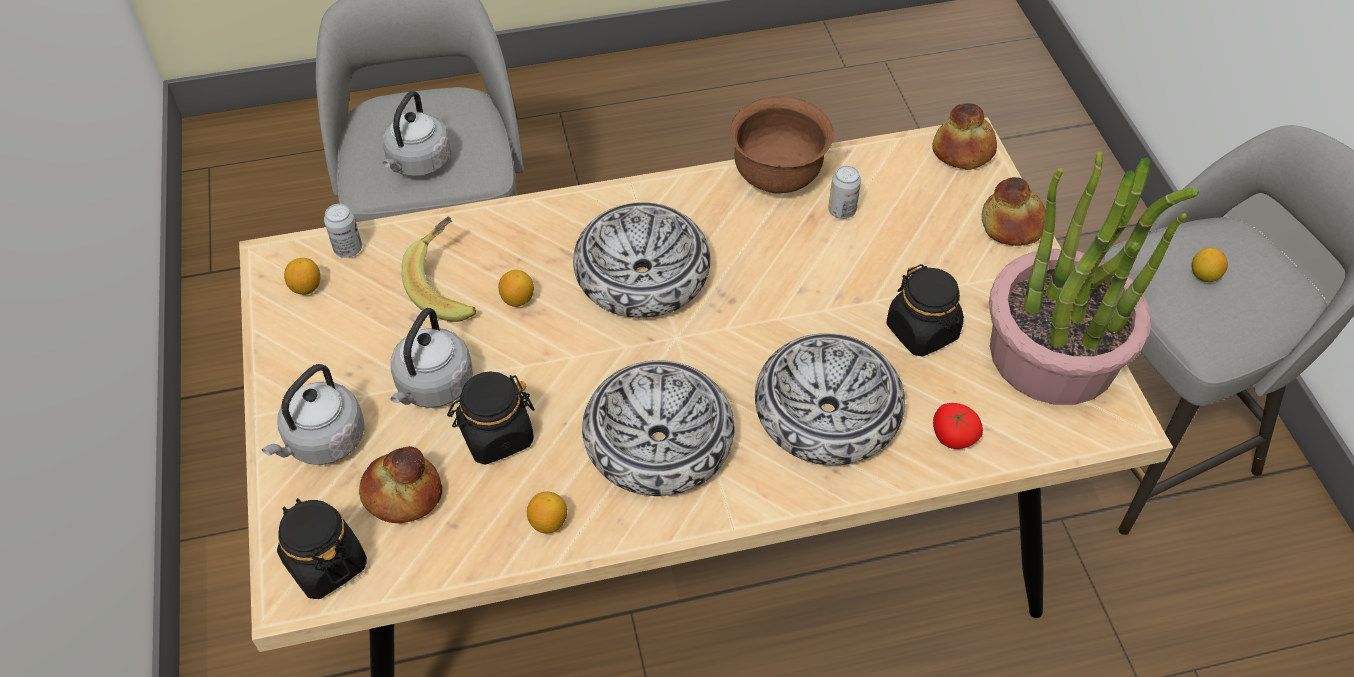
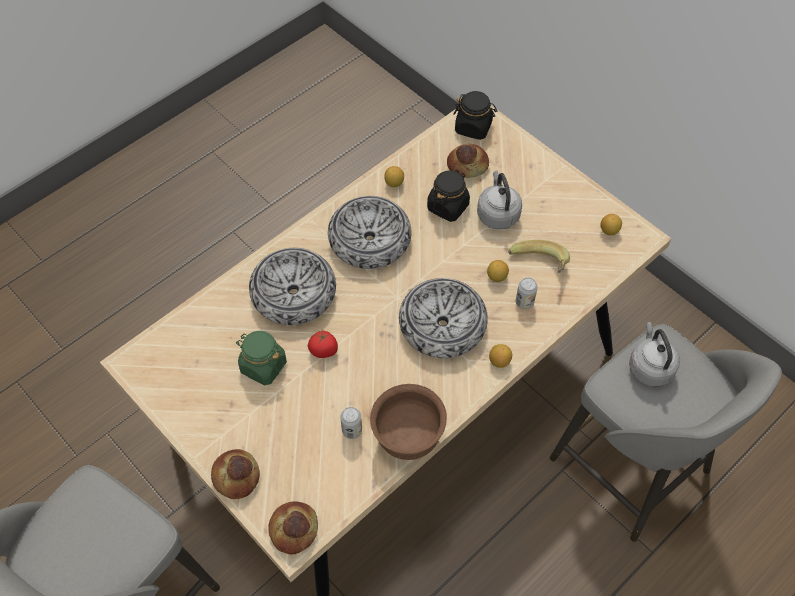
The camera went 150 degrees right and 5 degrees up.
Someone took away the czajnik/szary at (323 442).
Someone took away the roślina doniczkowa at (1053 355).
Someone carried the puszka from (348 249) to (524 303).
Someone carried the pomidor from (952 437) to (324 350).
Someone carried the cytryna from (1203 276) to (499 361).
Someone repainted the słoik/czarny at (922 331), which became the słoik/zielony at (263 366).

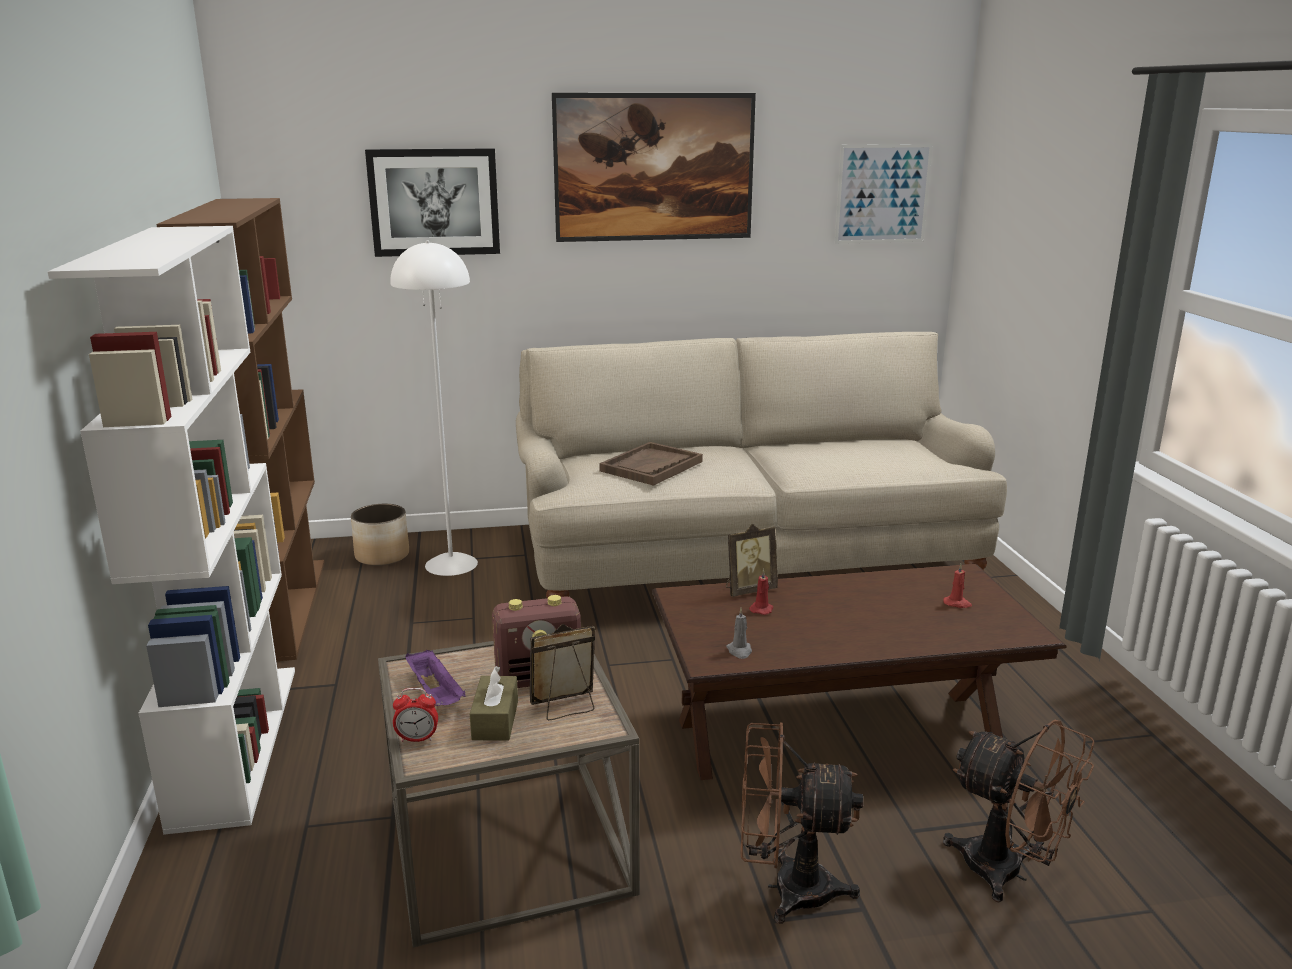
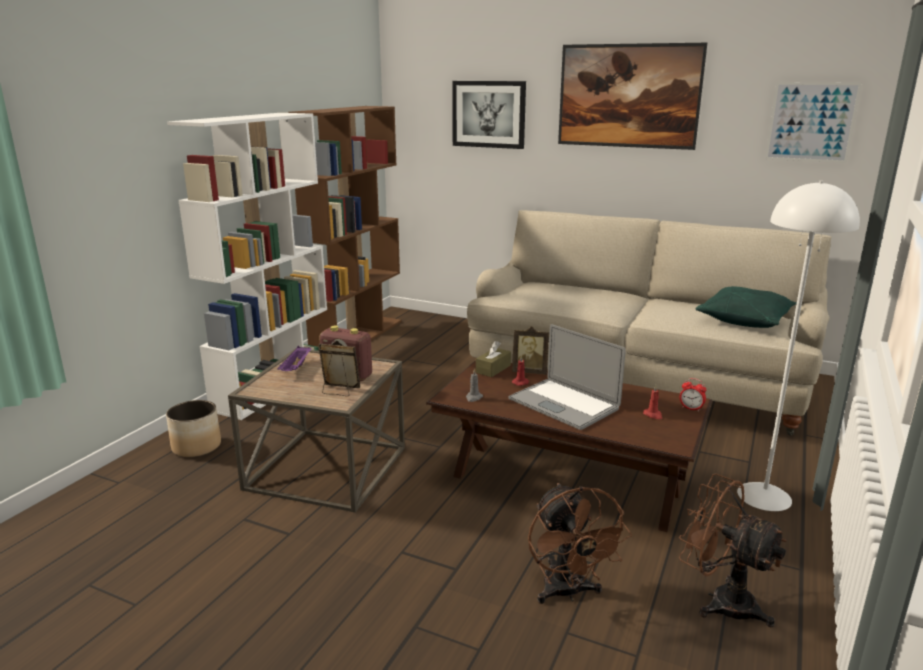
The camera went 35 degrees right and 0 degrees up.
Someone took away the taca/brązowy at (651 466).
Someone put down the laptop at (563 404).
Someone put down the poduszka/zielony at (744 320).
Someone carried the donica from (382 555) to (197 446).
Someone carried the lampa stojąca/biały from (452 564) to (764 496).
Someone carried the budzik from (417 739) to (691 408).
Someone carried the pudełko chusteczek/brązowy from (495 720) to (493 369).
Someone carried the wentylator/brązowy from (786 889) to (721 600).

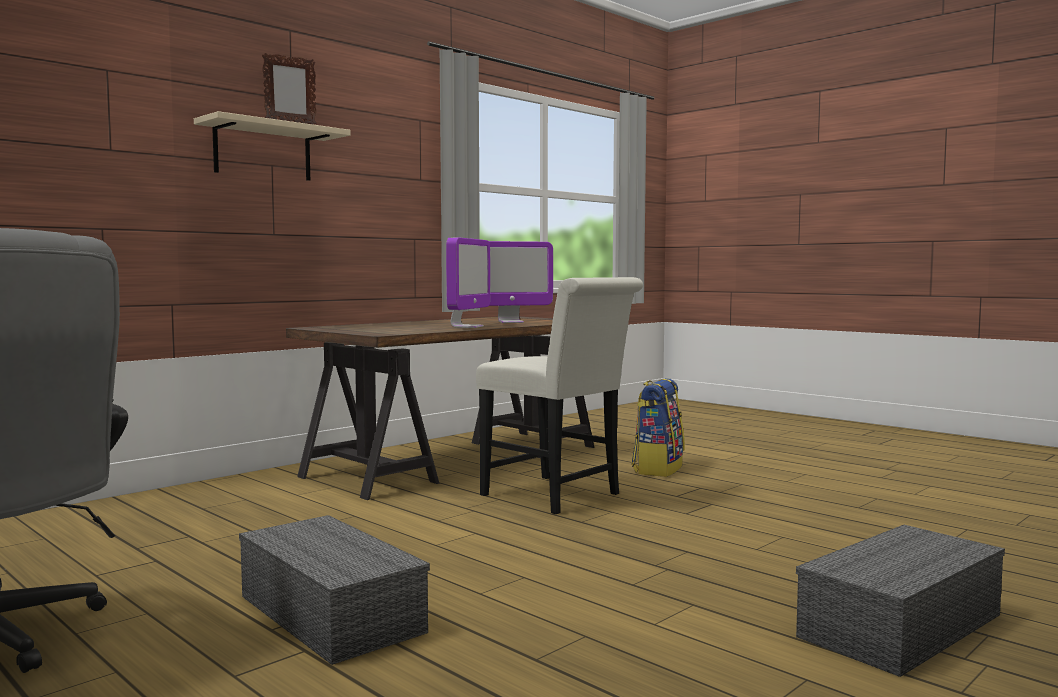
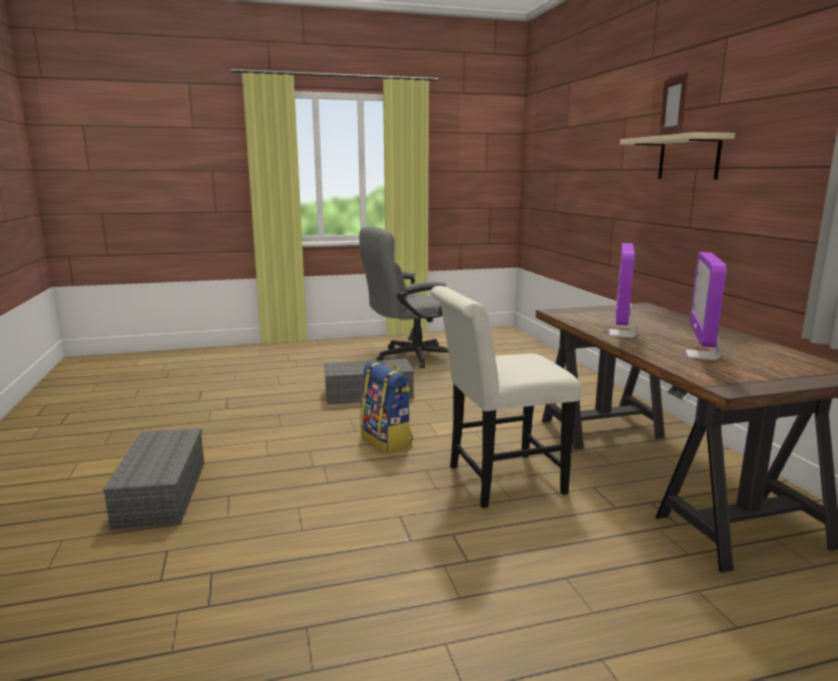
The camera went 120 degrees right and 10 degrees up.
Someone carried the plecak from (657 469) to (387 441).
Someone rotated the monitor at (467 327) by 60 degrees clockwise.

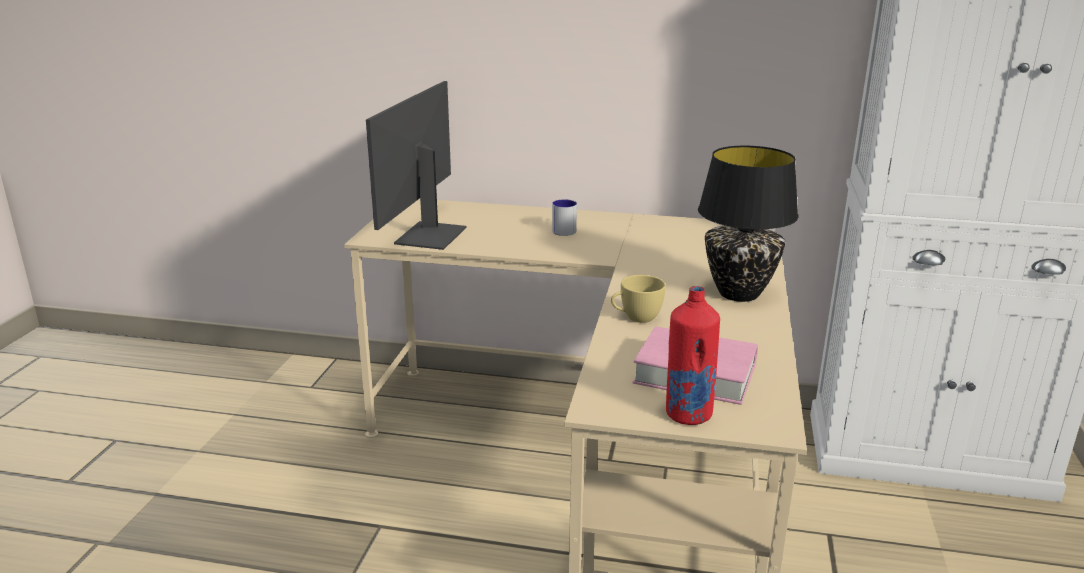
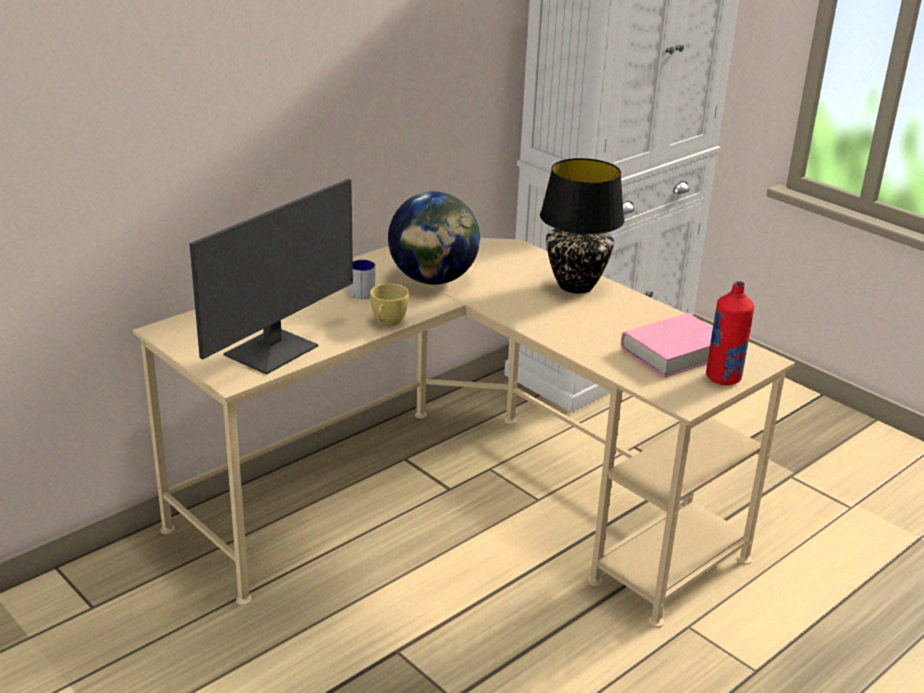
The camera went 55 degrees left and 5 degrees up.
Someone put down the globus at (433 280).
Someone carried the filiżanka/żółty from (636 318) to (387 323).
Someone rotated the monitor at (428 235) by 105 degrees counterclockwise.

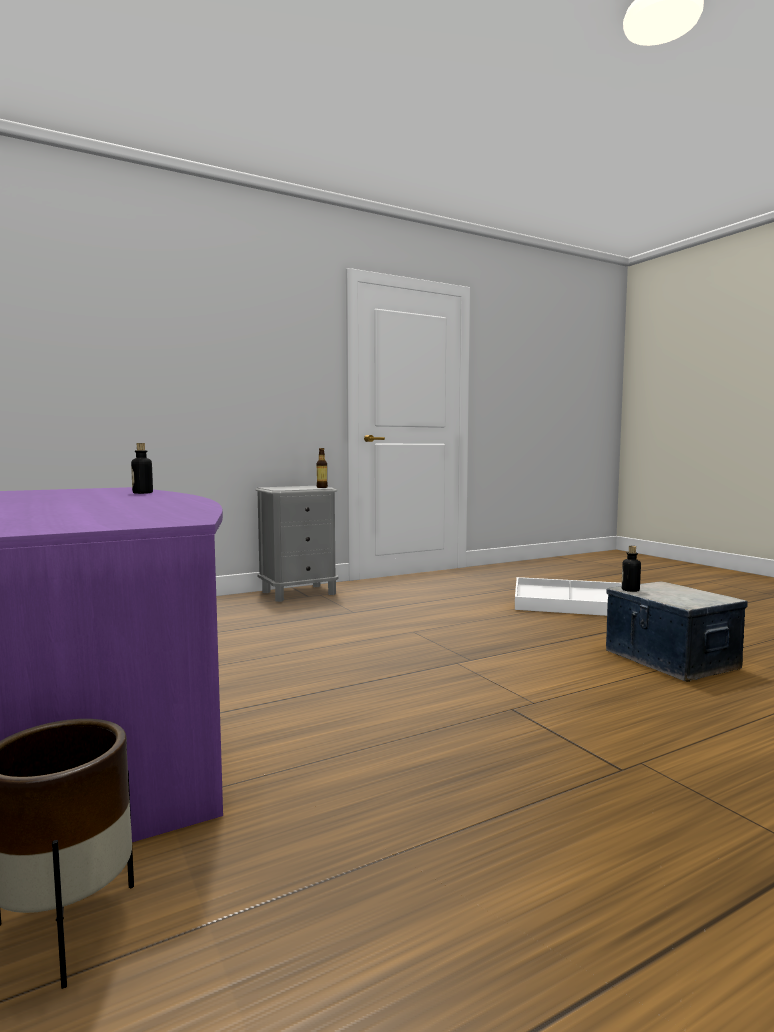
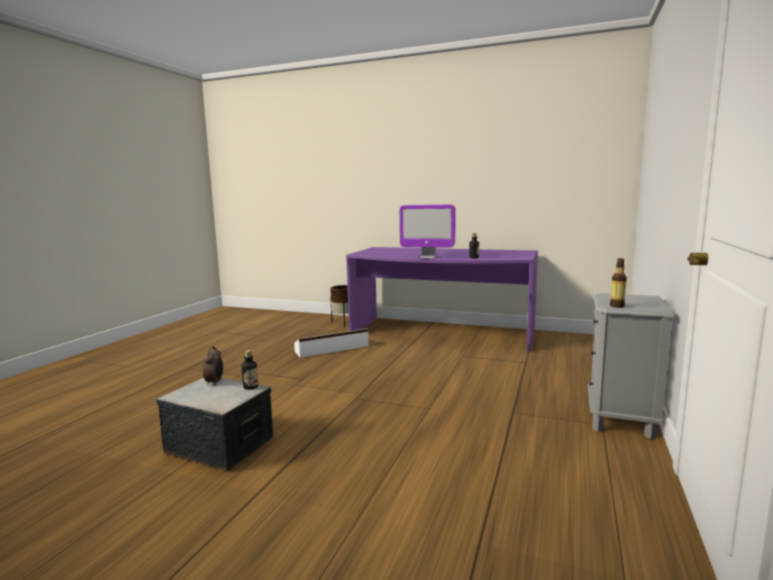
The camera went 140 degrees right and 5 degrees up.
Someone put down the budzik at (215 382).
Someone put down the monitor at (427 258).
Someone carried the pojemnik do przechowywania/biały from (568 609) to (332 349).

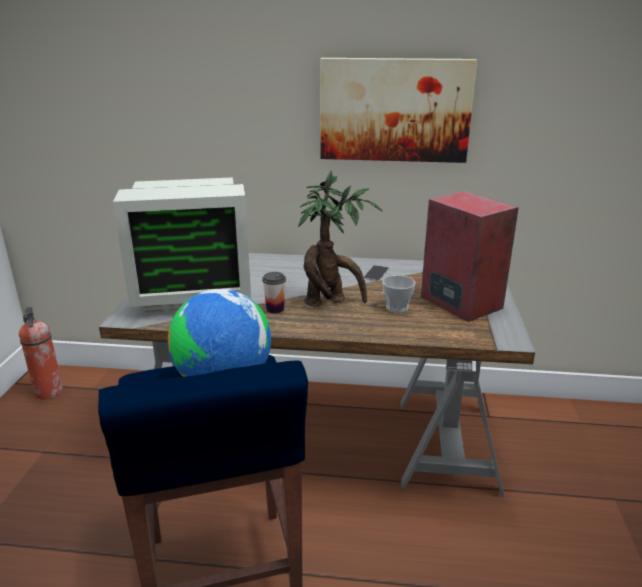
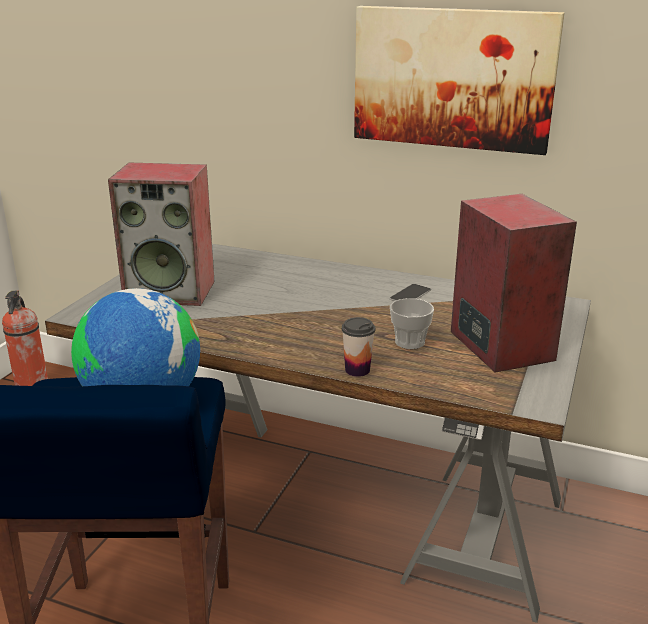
The camera went 15 degrees right and 0 degrees up.
Someone took away the roślina doniczkowa at (331 302).
Someone carried the filiżanka from (275 309) to (357 370).
Someone swapped the monitor at (192 291) for the głośnik at (171 291).

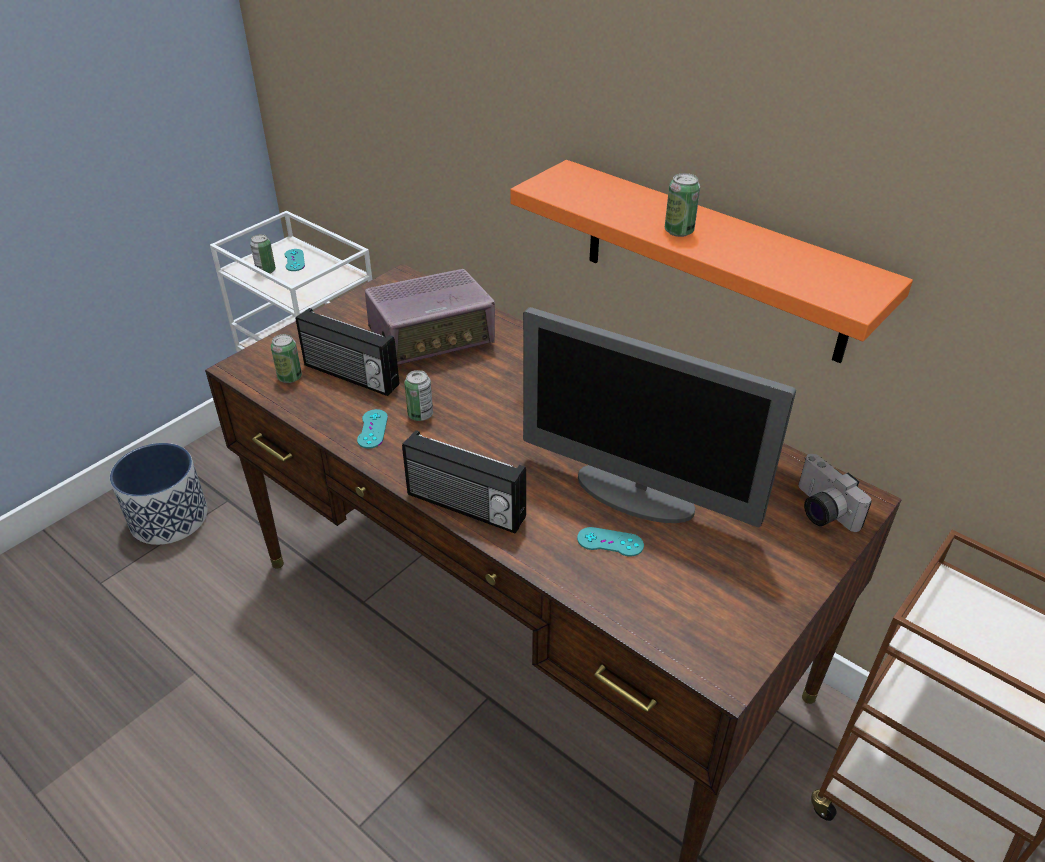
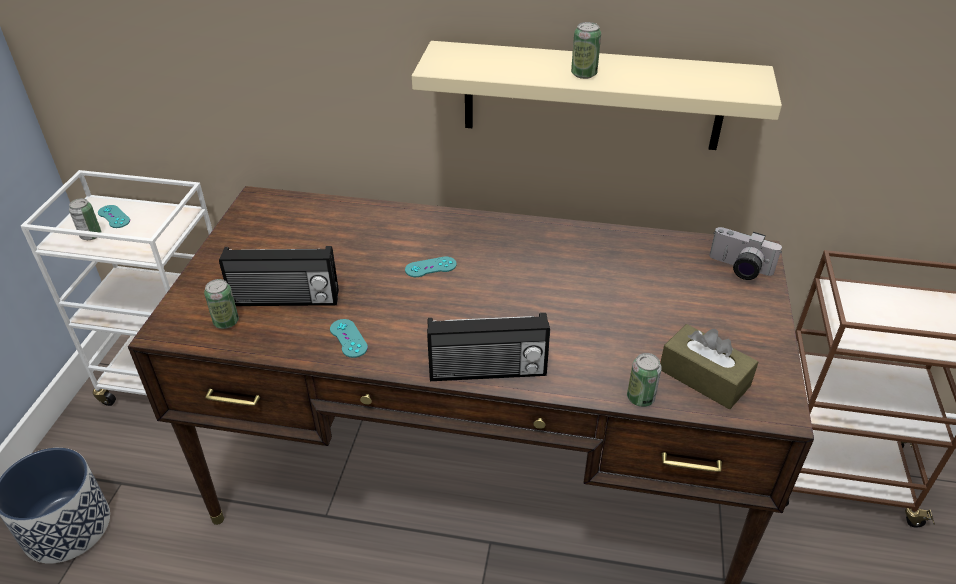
The camera went 30 degrees left and 0 degrees up.
Someone took away the radio at (432 337).
Someone took away the monitor at (636 494).
Someone put down the pudełko chusteczek/brązowy at (704 377).
Someone carried the puszka from (420 415) to (640 398).
Someone carried the pad do gier/turkusowy from (610 542) to (430 267).
Someone repainted the półka/pomarańczowy at (713 261), which became the półka/beżowy at (592 96).

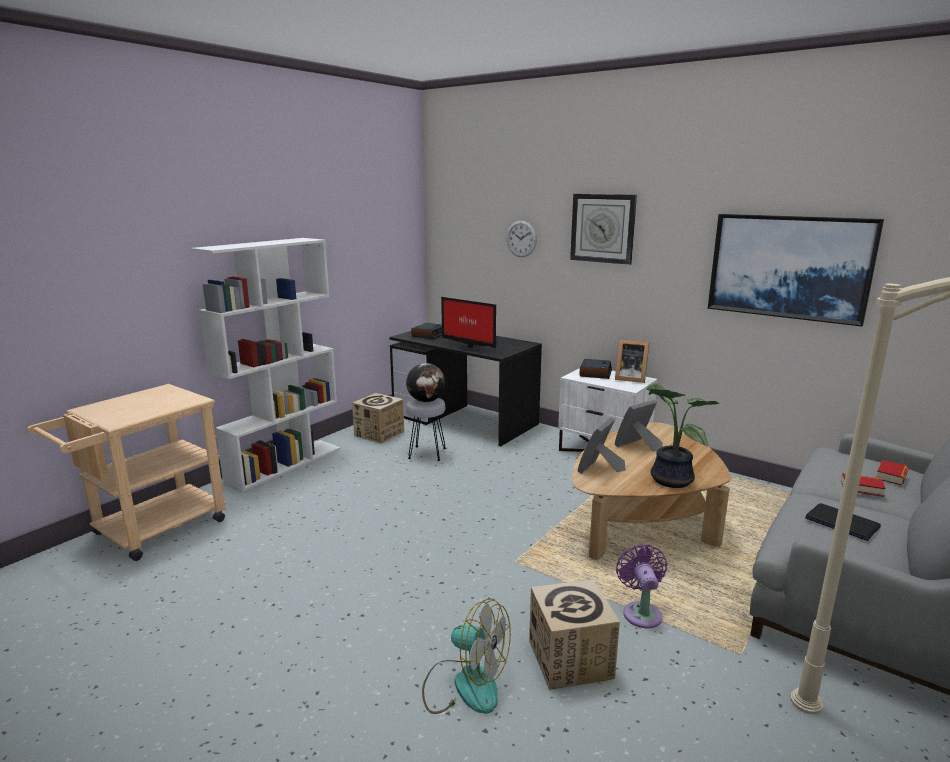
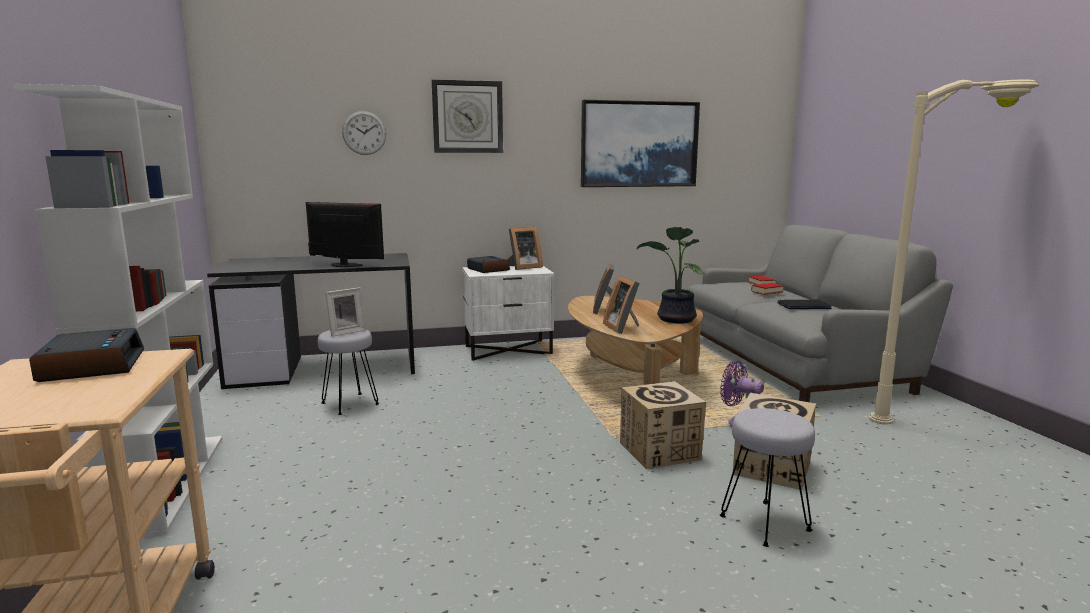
The camera went 50 degrees left and 5 degrees down.
Someone carried the karton from (379 433) to (660 451).
Someone carried the budzik from (429 335) to (91 366).
Someone swapped the globus at (426 401) for the ramka na zdjęcie at (345 332).
Someone swapped the wentylator at (465 684) for the stołek/szary at (764 522).
Someone rotated the monitor at (468 348) by 150 degrees counterclockwise.

